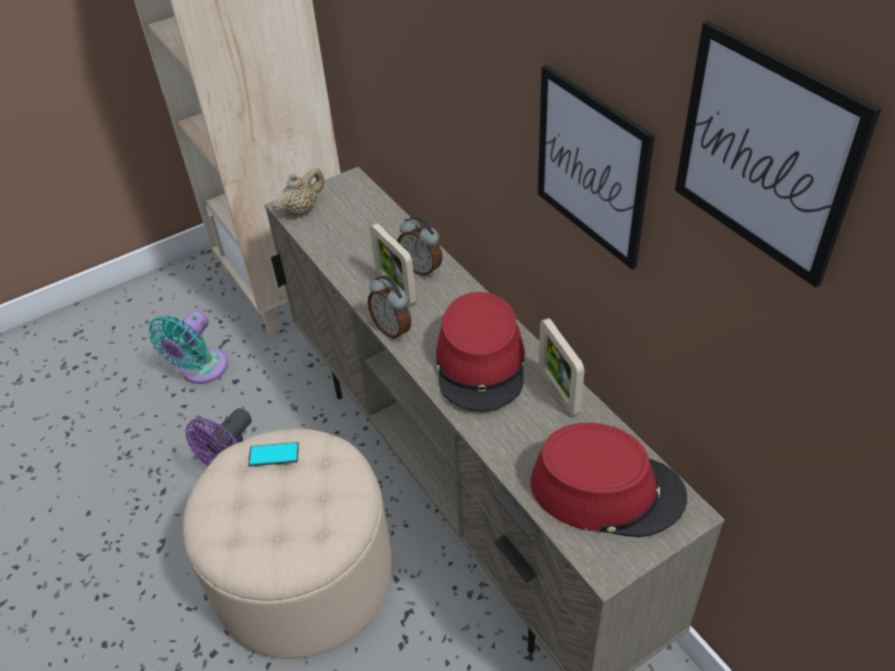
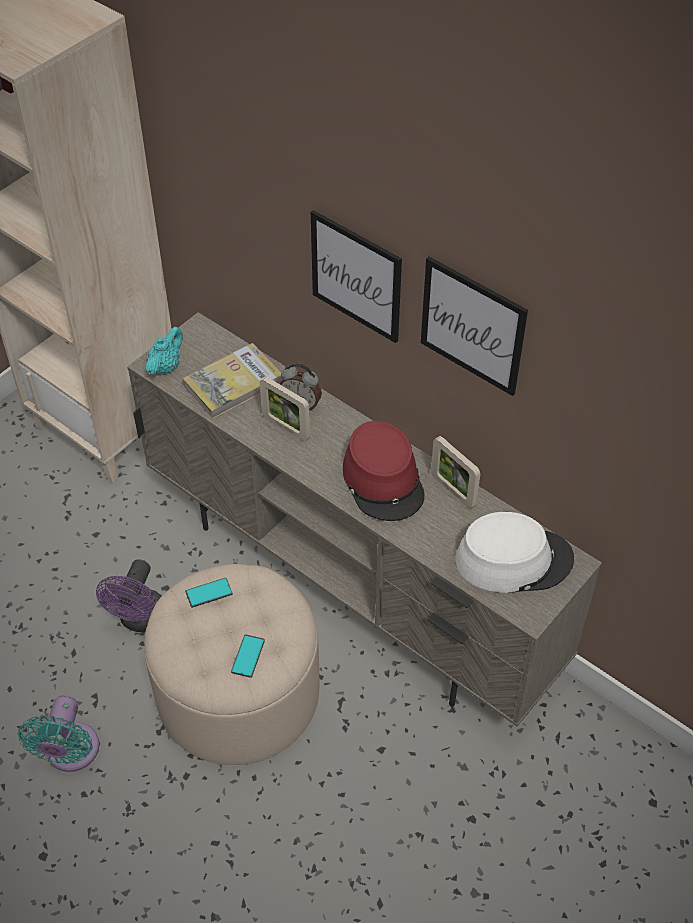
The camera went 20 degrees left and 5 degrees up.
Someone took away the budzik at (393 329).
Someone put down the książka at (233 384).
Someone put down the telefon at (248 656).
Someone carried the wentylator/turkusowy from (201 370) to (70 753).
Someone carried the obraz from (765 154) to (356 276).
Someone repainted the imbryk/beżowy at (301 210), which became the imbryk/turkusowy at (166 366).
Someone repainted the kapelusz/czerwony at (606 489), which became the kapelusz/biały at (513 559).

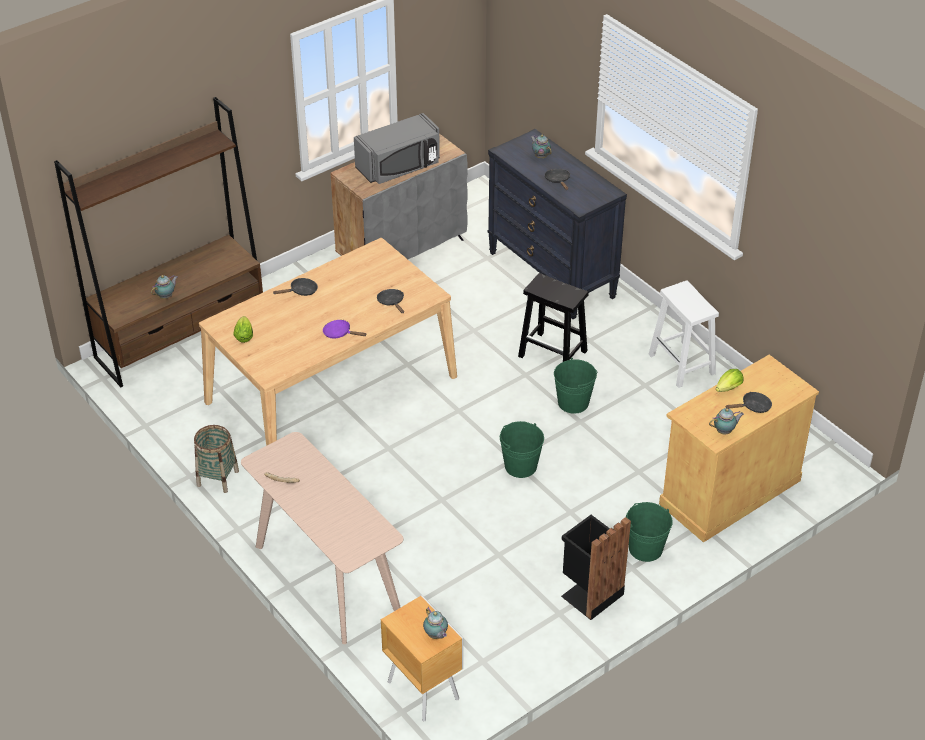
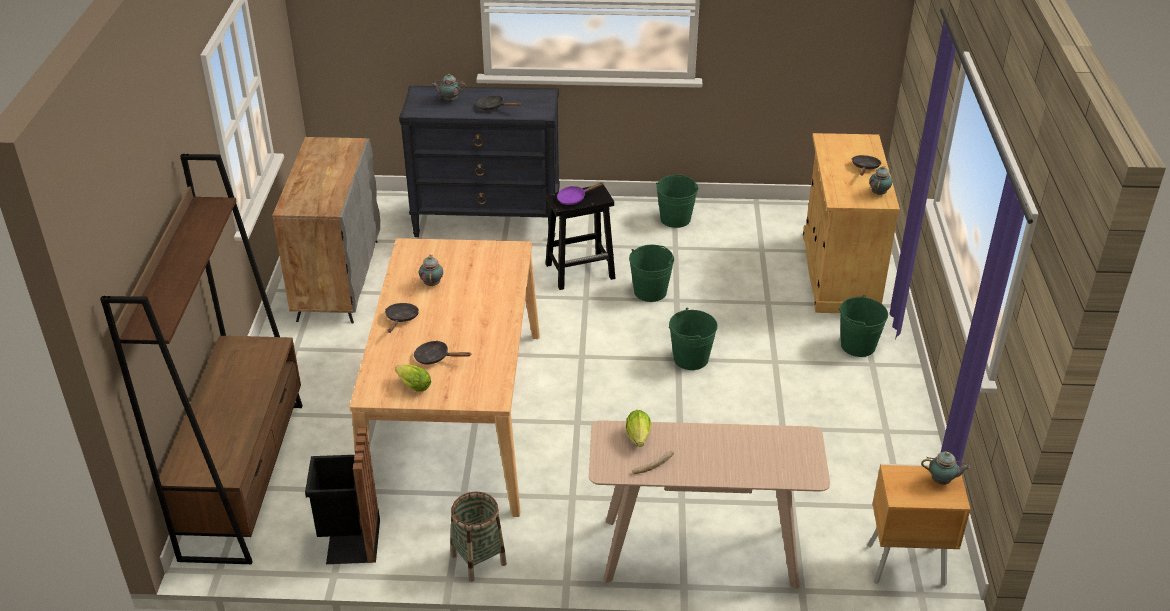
The camera went 50 degrees left and 5 degrees down.
Someone took away the mikrofalówka/szary at (399 167).
Someone carried the imbryk from (166 296) to (432 283).
Someone carried the patelnia/fioletowy from (340 333) to (574 198).
Someone carried the patelnia/czarny from (392 302) to (435 358).
Someone carried the kosz na śmieci/czarny from (589 594) to (350 542).
Someone carried the sałata from (727 389) to (638 439).
Someone swapped the stołek/biały at (682 365) for the wiadro/zielony at (675 219).

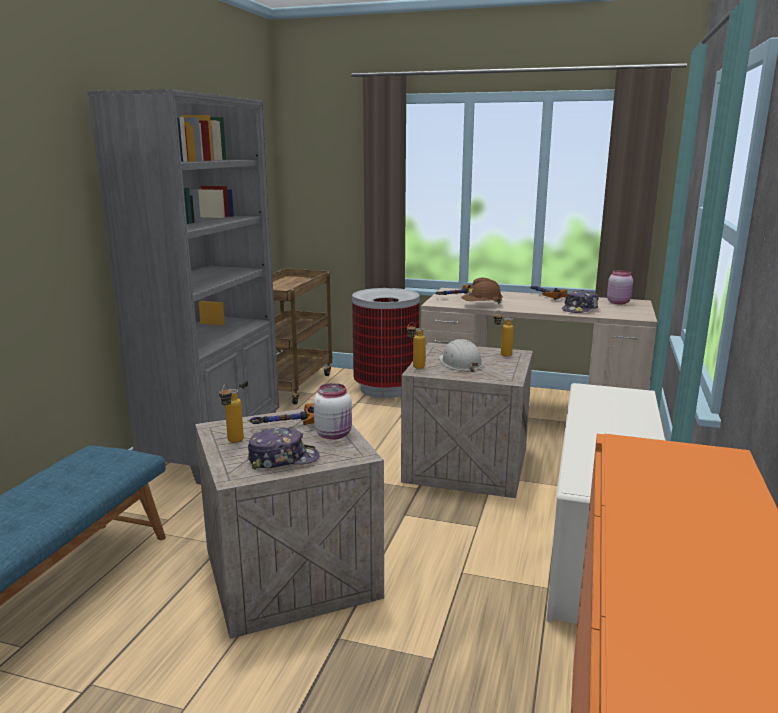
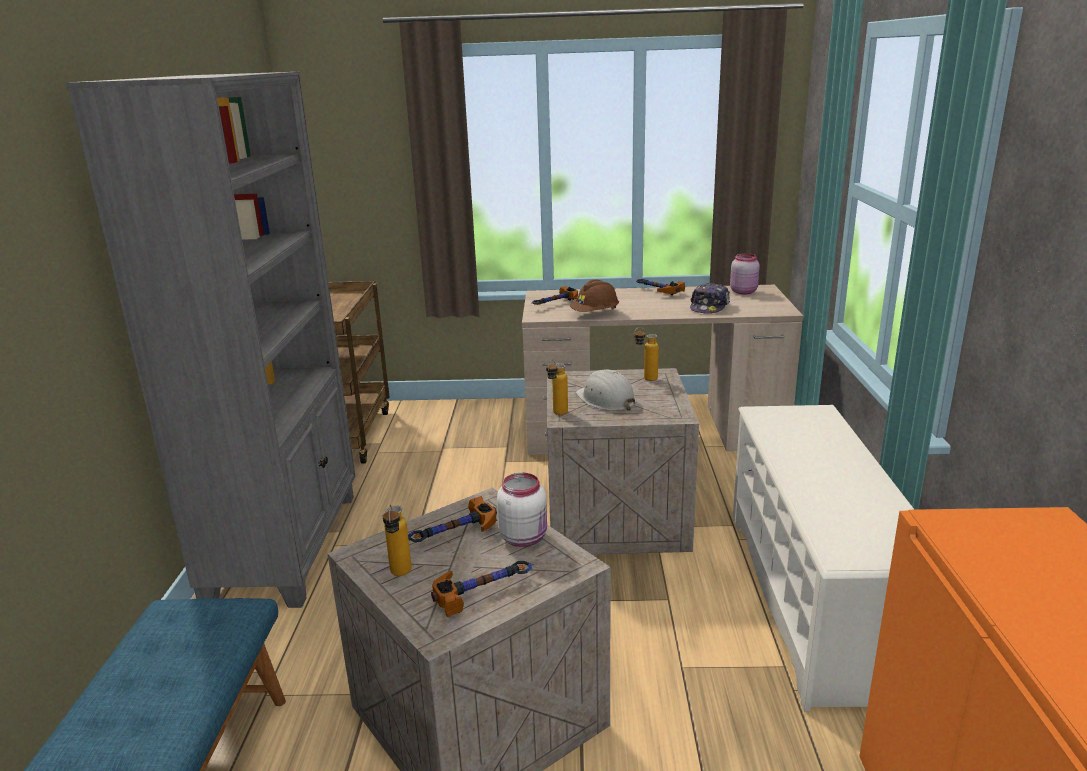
The camera went 15 degrees left and 5 degrees up.
Someone took away the kosz na śmieci at (386 388).
Someone swapped the czapka z daszkiem at (283 459) for the młotek at (484 590).

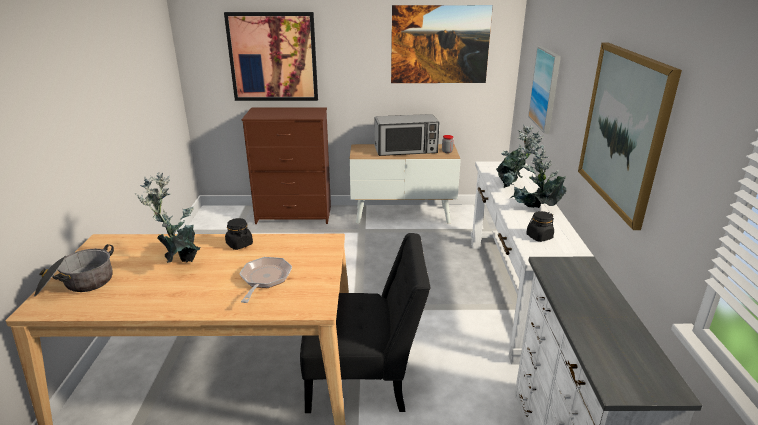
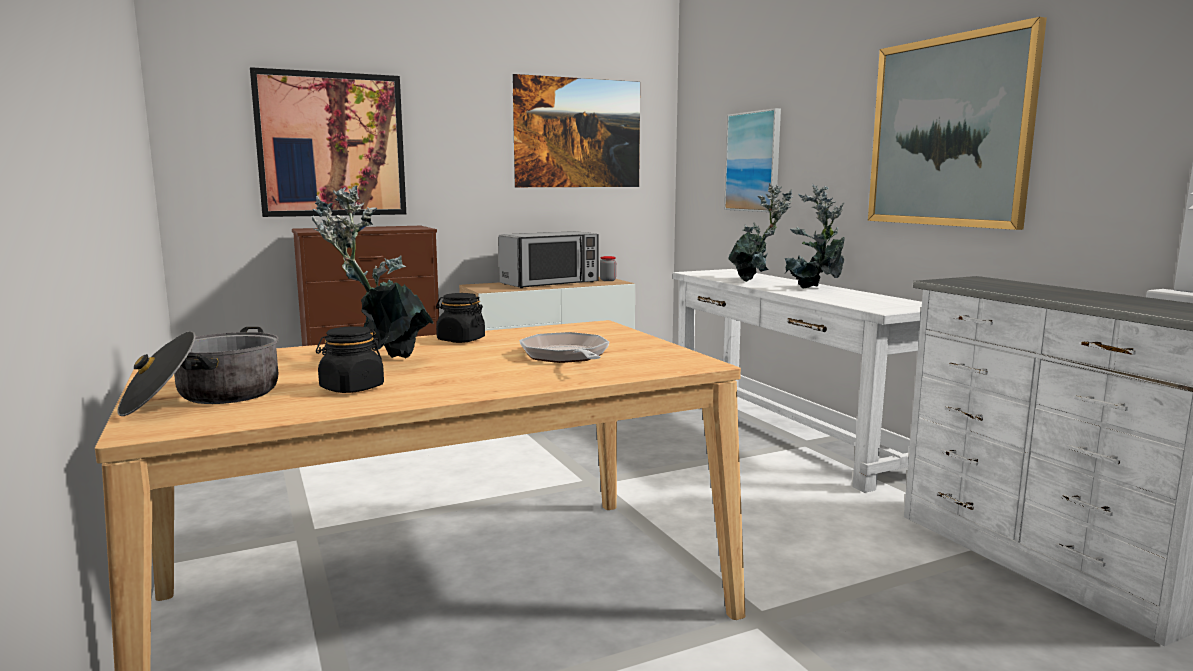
The camera went 25 degrees left and 15 degrees down.
Someone took away the krzesło/czarny at (364 378).
Someone carried the słoik/czarny from (539 237) to (351 388).

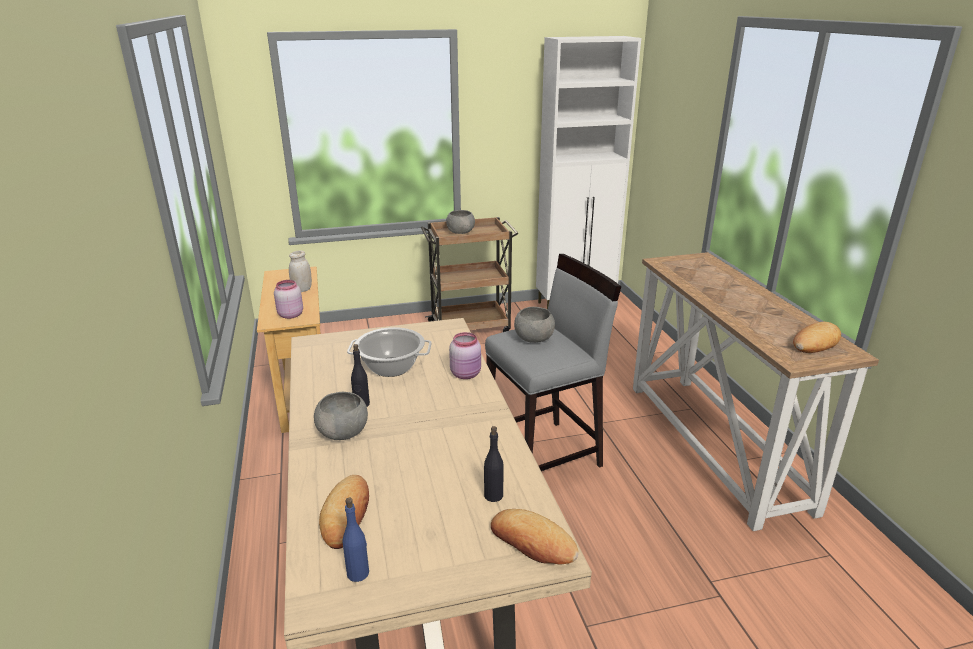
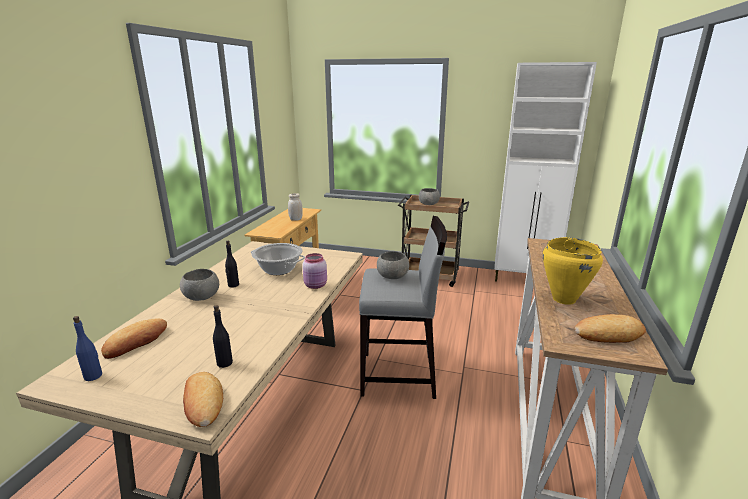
The camera went 30 degrees right and 5 degrees down.
Someone took away the słoik/różowy at (290 315).
Someone put down the garnek/żółty at (563 299).

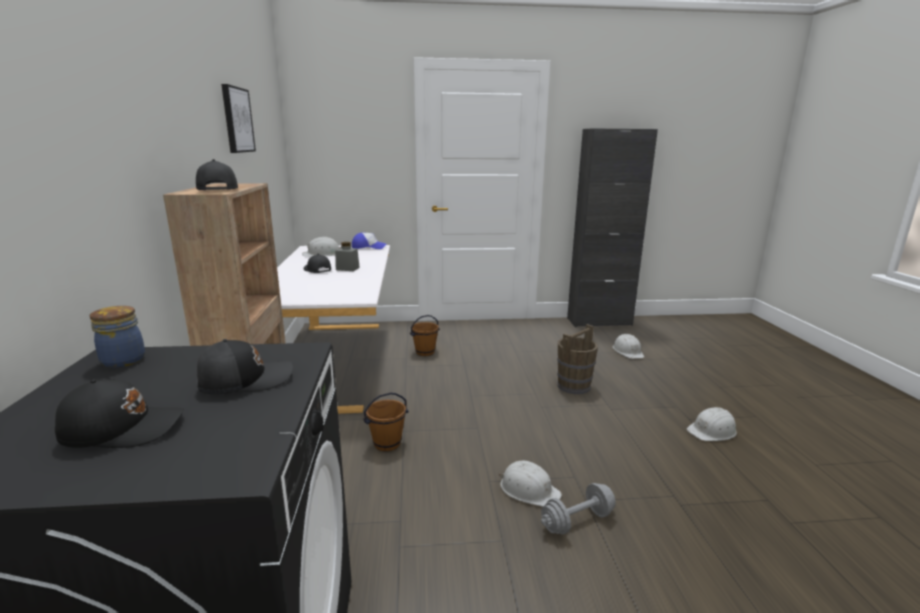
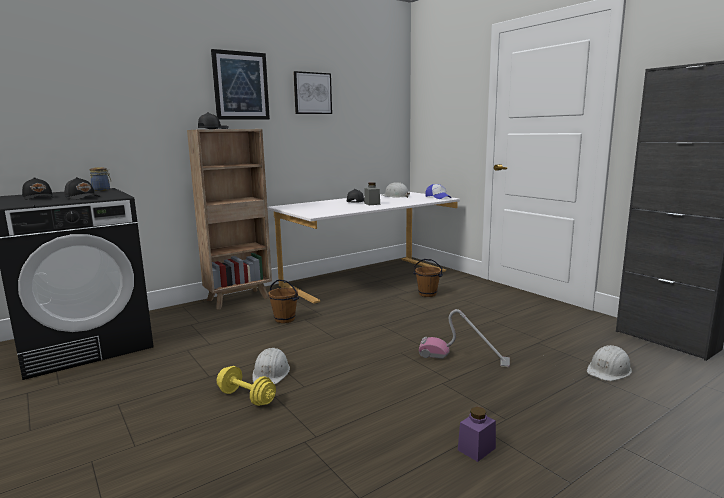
The camera went 60 degrees right and 5 degrees down.
Someone put up the obraz at (241 86).
Someone swapped the wiadro/brązowy at (574 386) for the odkurzacz at (463 358).
Someone swapped the kask/biały at (712 431) for the słoik/fioletowy at (476 449).
Someone repainted the hantel/szary at (577 521), which became the hantel/żółty at (246 397).

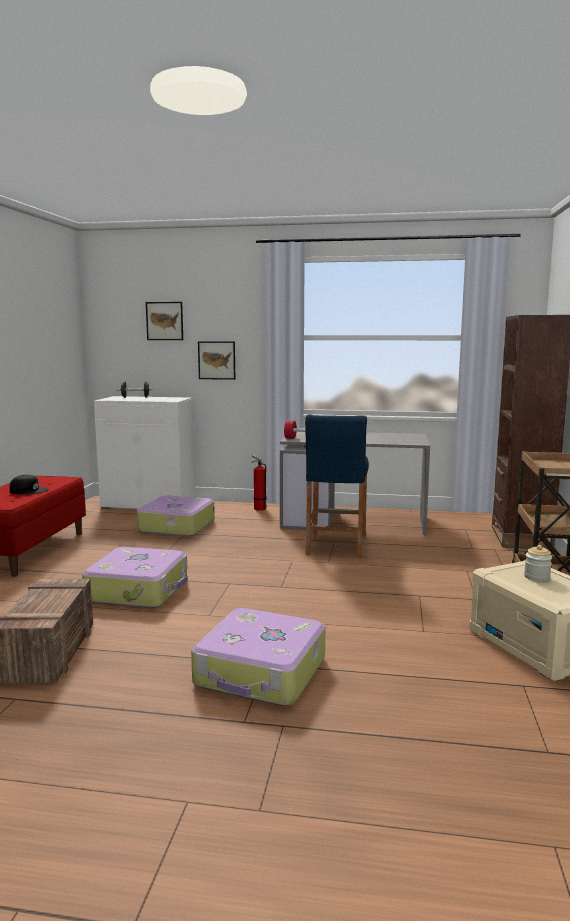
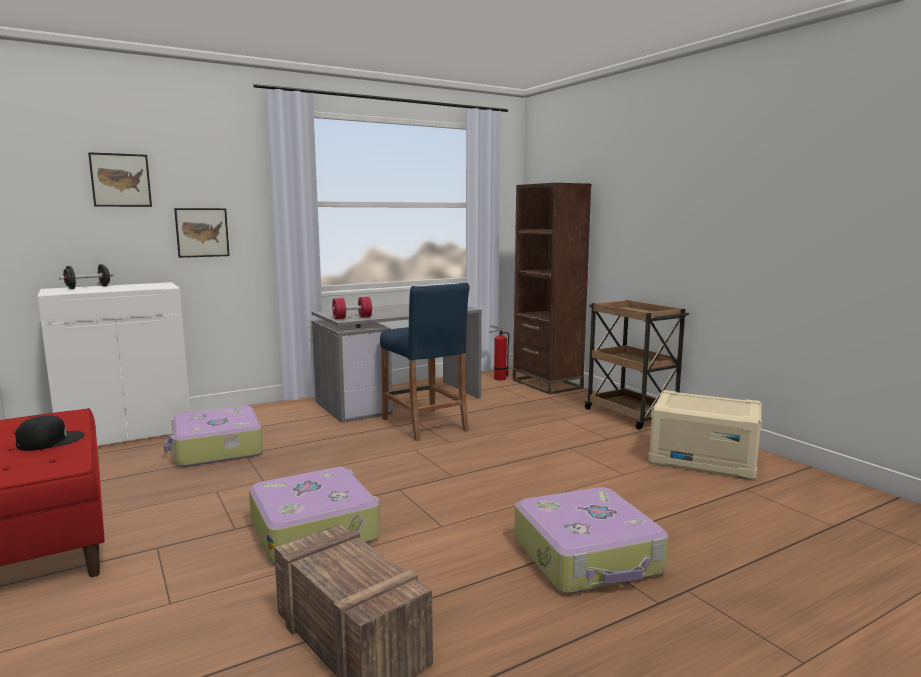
The camera went 40 degrees left and 0 degrees up.
Someone took away the słoik at (537 577).
Someone carried the gaśnica from (258 508) to (498 378).

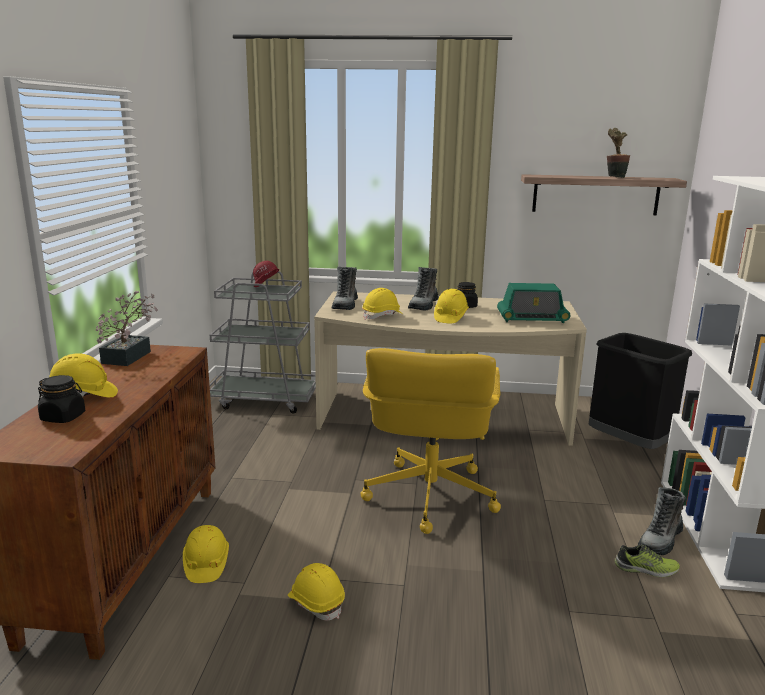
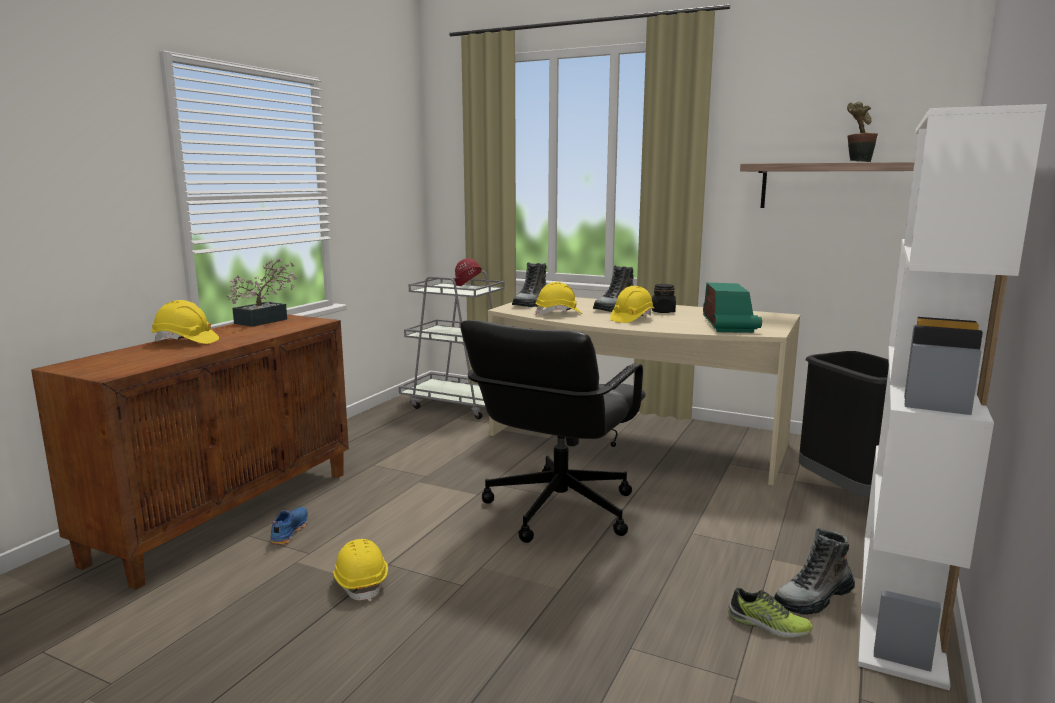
The camera went 20 degrees right and 5 degrees down.
Someone took away the słoik/czarny at (63 417).
Someone swapped the kask/żółty at (206 564) for the but/niebieski at (288 532).
Someone repainted the krzesło biurowe/żółty at (428 496), which became the krzesło biurowe/czarny at (558 509).
Someone rotated the radio at (532 318) by 105 degrees counterclockwise.

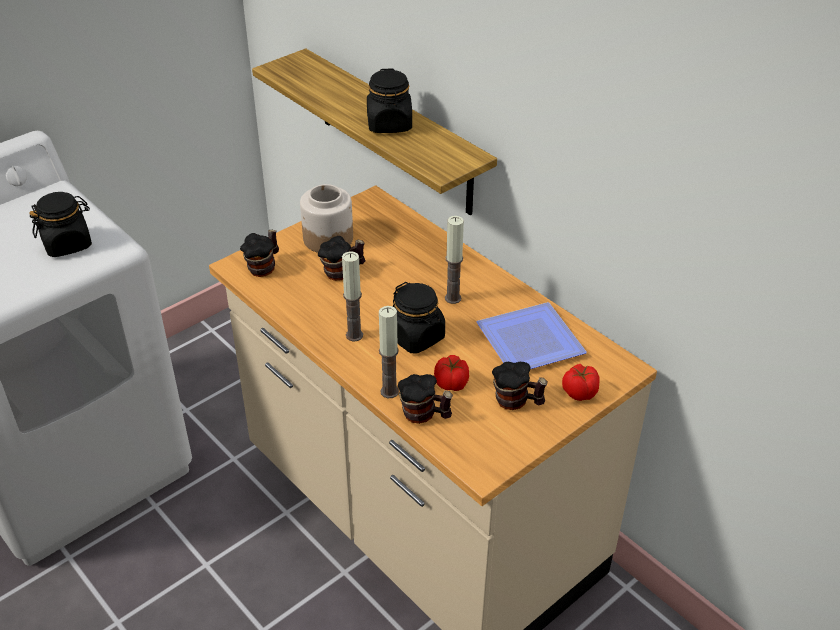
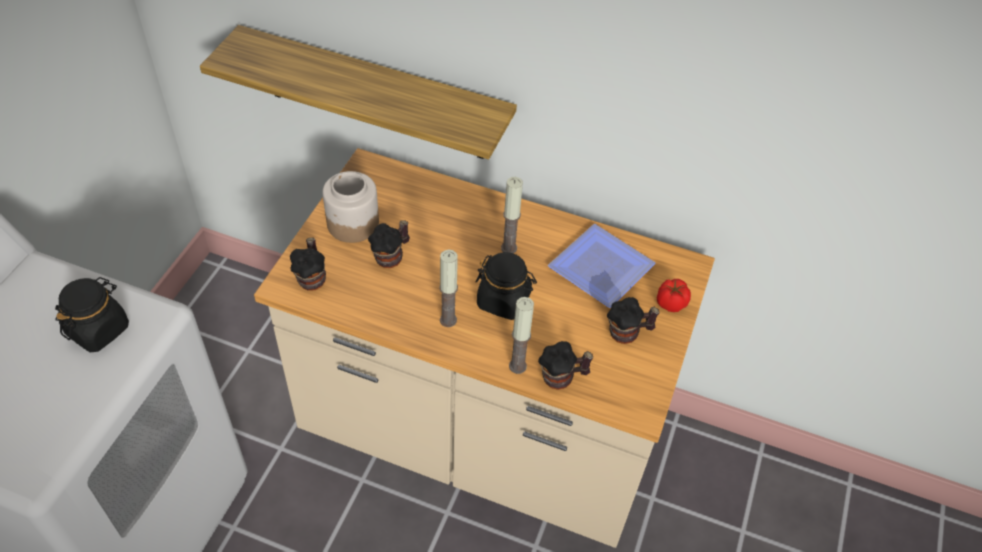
The camera went 30 degrees left and 10 degrees up.
Someone took away the słoik/czarny at (389 124).
Someone took away the pomidor at (452 384).

